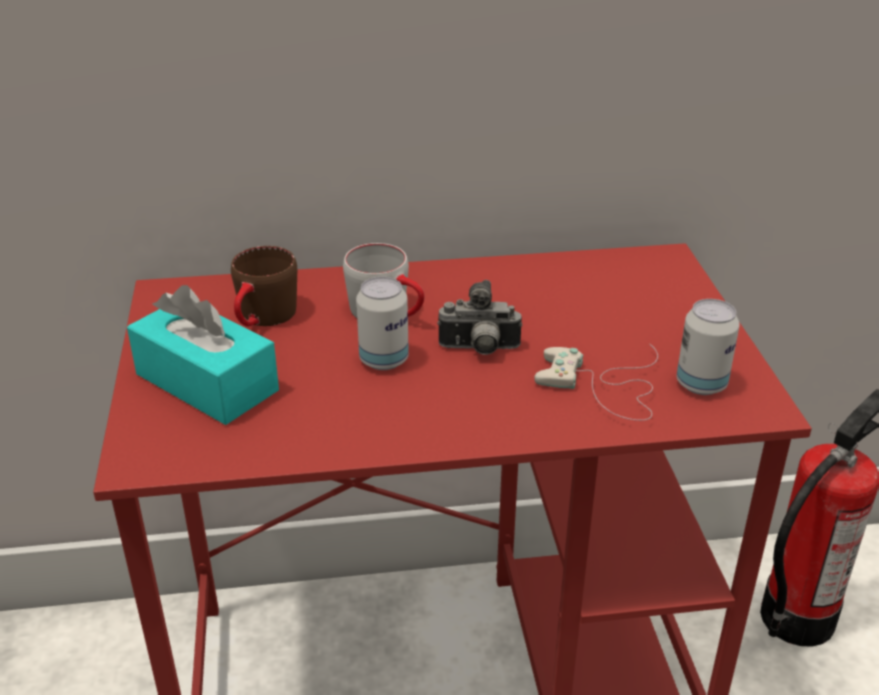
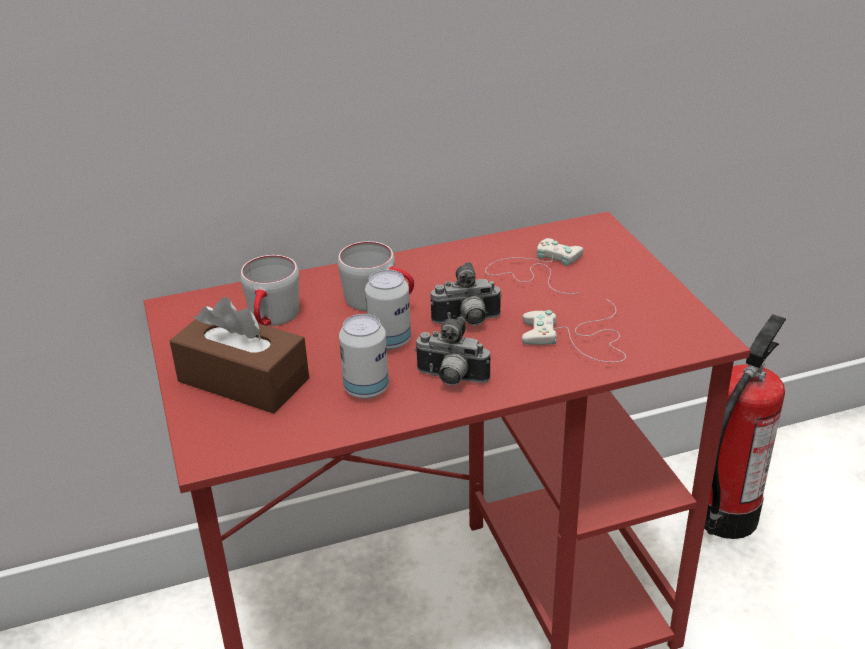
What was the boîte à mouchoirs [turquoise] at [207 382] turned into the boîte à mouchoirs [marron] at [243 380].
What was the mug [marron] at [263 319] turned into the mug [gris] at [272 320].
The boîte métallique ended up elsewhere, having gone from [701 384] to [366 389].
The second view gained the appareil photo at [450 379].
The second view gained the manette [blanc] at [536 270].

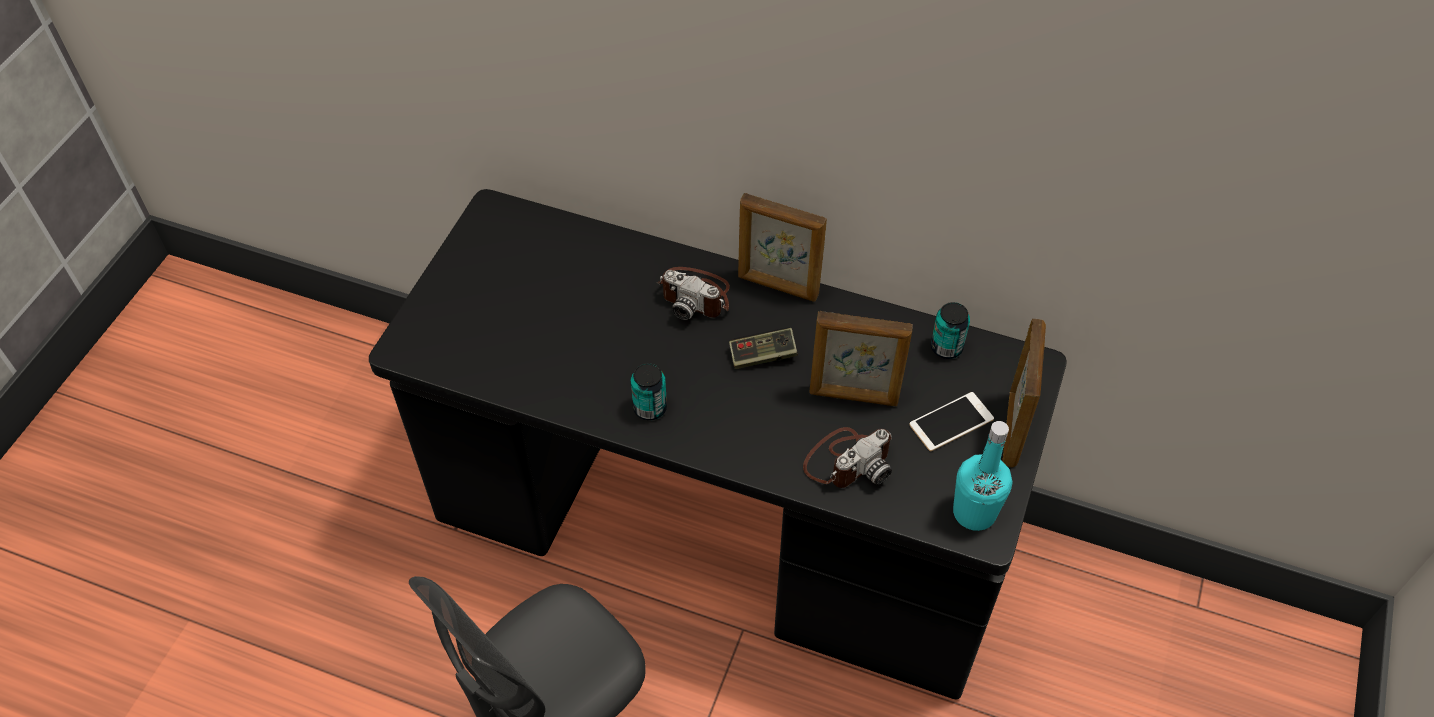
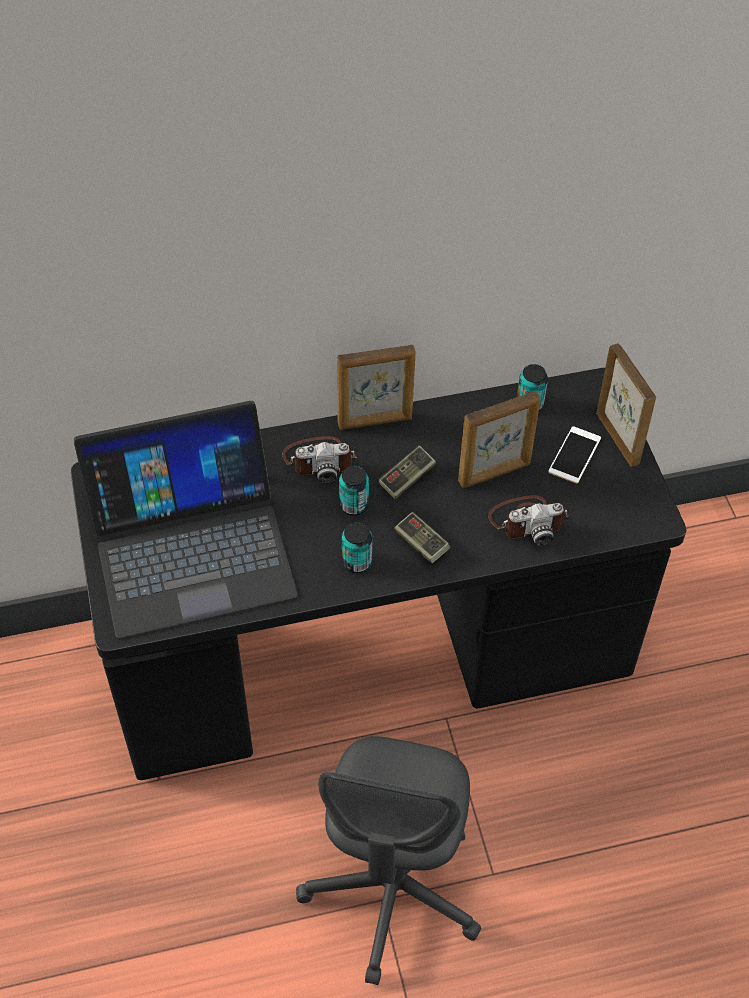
The appareil photo at [848 460] ended up facing another way, 60 degrees clockwise from before.
The second view lost the bouteille [turquoise] at [974 512].
The second view gained the ordinateur portable at [191 548].
The second view gained the boîte métallique at [354 505].
The second view gained the manette at [421 543].

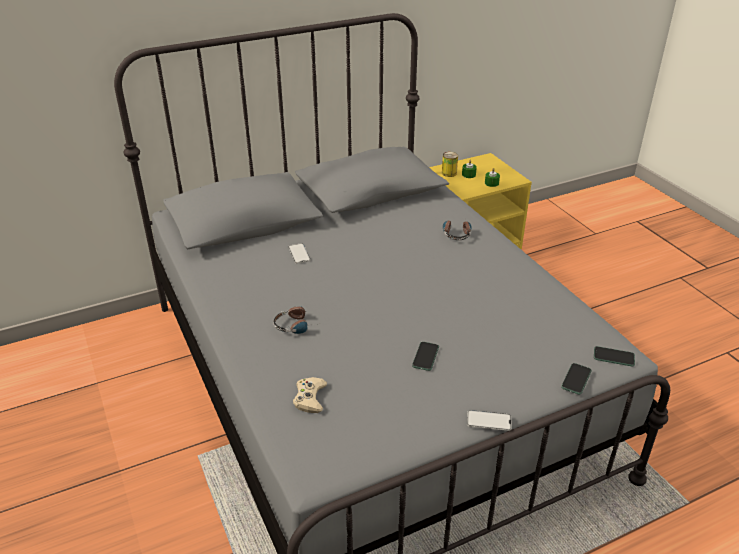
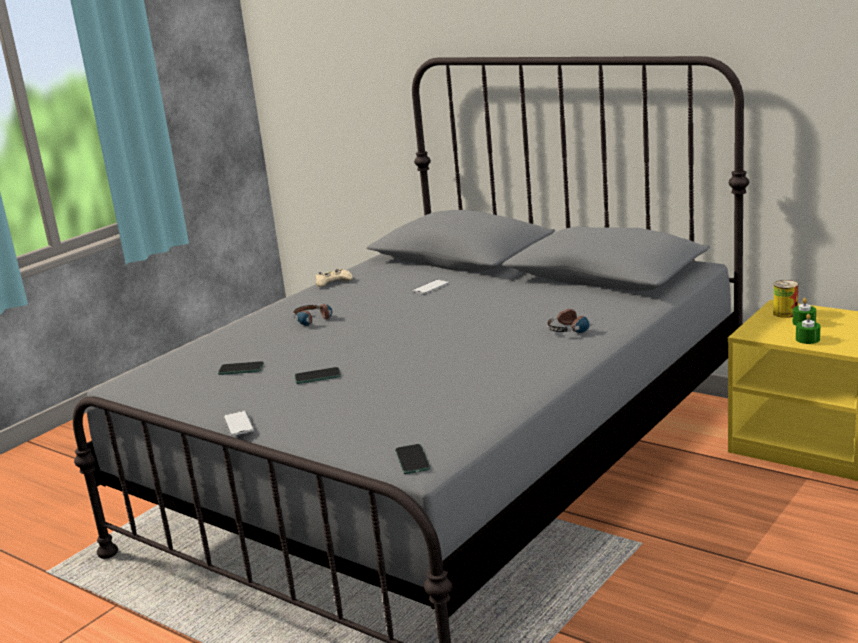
The manette [beige] ended up elsewhere, having gone from [310 398] to [333 282].
The téléphone ended up elsewhere, having gone from [576 379] to [241 369].

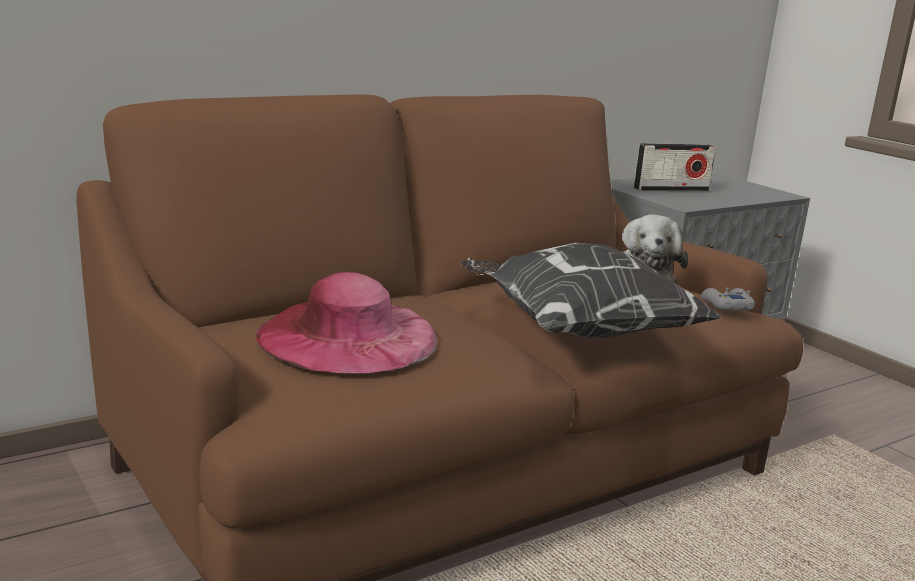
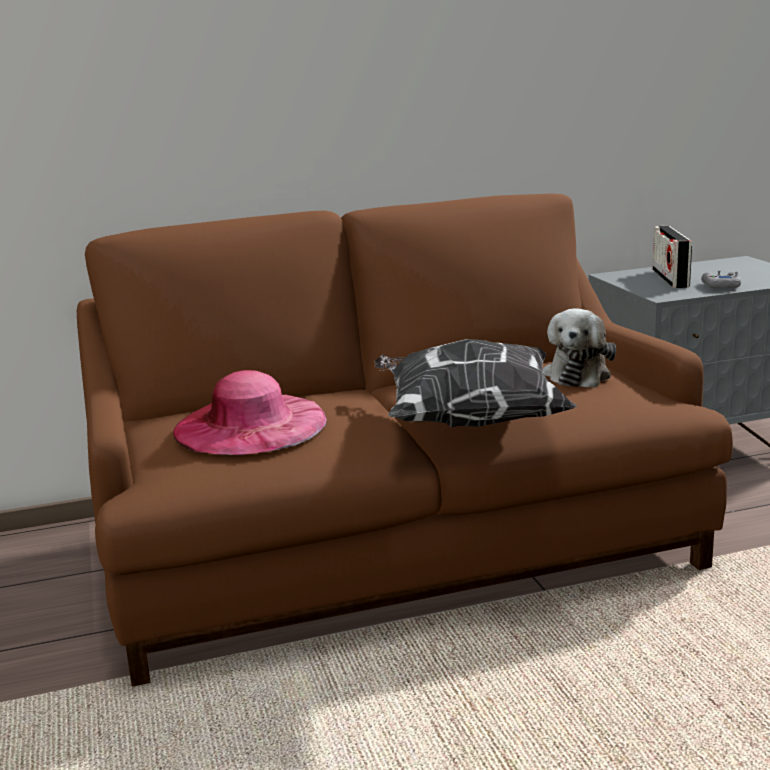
The radio at [671 189] ended up facing another way, 90 degrees clockwise from before.
The manette [gris] ended up elsewhere, having gone from [726 306] to [720 286].

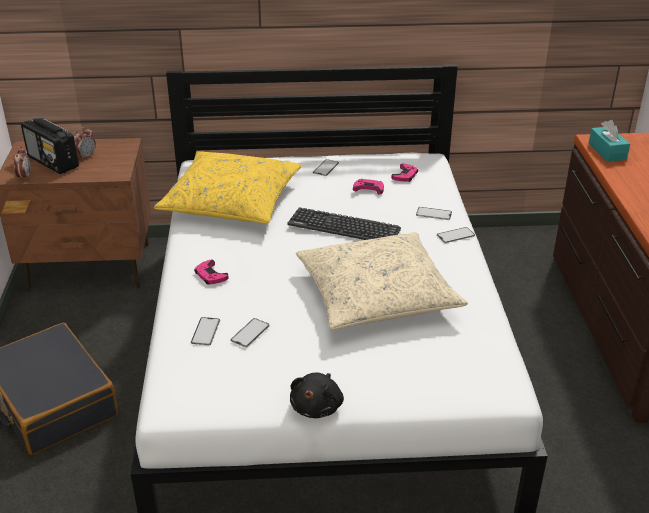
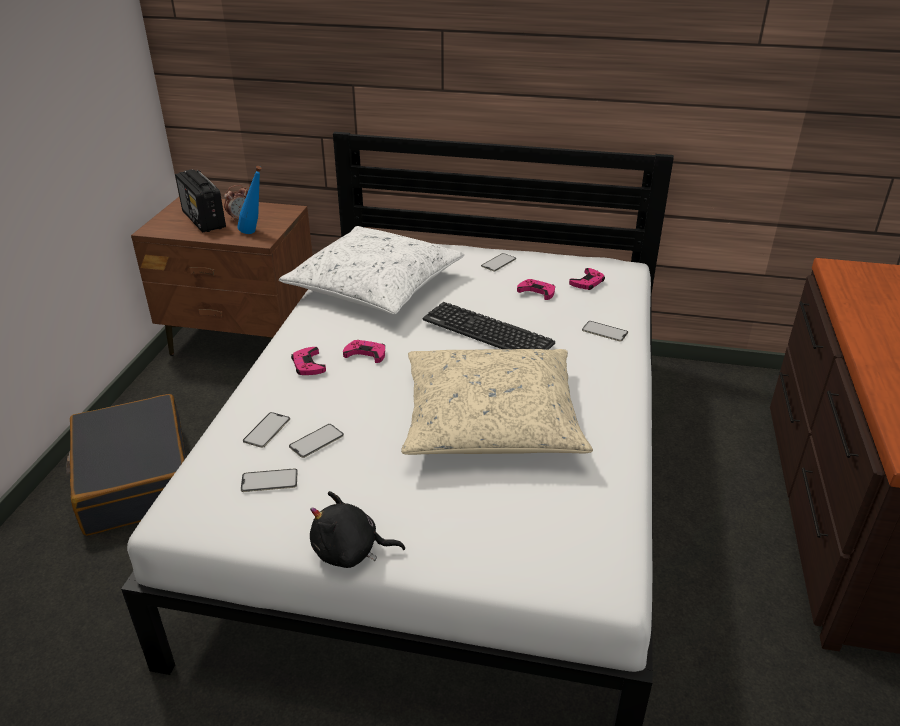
The second view lost the réveil at [24 177].
What was the coussin [jaune] at [231 201] turned into the coussin [blanc] at [375 285].
The peluche [noir] at [317 406] ended up facing another way, 60 degrees clockwise from before.
The téléphone ended up elsewhere, having gone from [455 235] to [269 480].
The second view lost the boîte à mouchoirs [turquoise] at [607 151].
The second view gained the bouteille [bleu] at [255 233].
The second view gained the manette [rose] at [366 354].

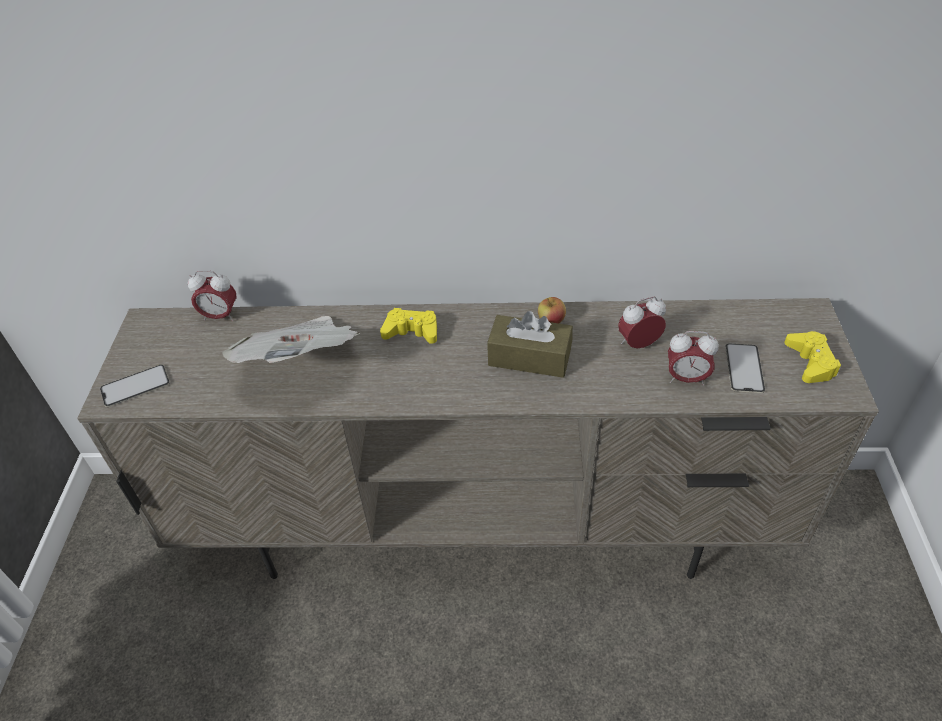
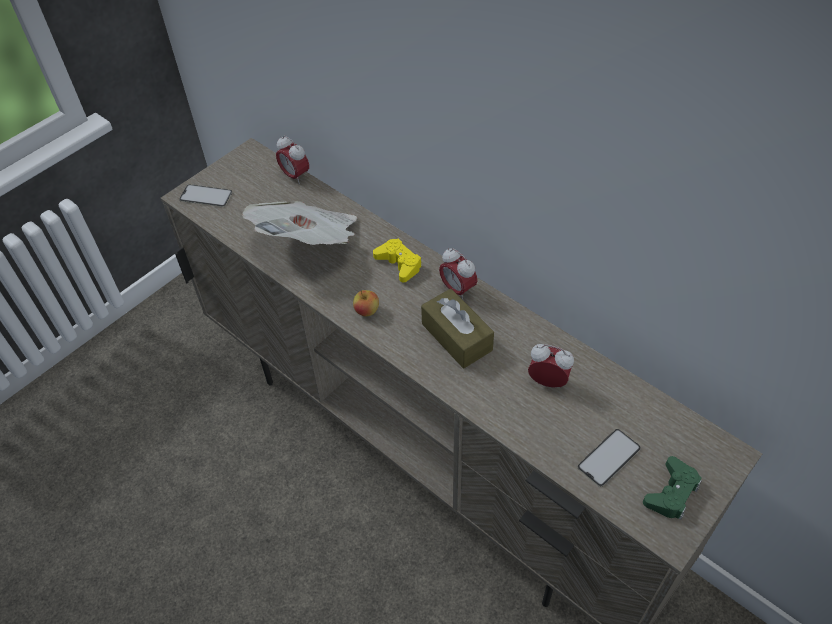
The pomme ended up elsewhere, having gone from [551 321] to [367 311].
The réveil ended up elsewhere, having gone from [686 378] to [457 290].
What was the manette [jaune] at [810 362] turned into the manette [vert] at [672 493].

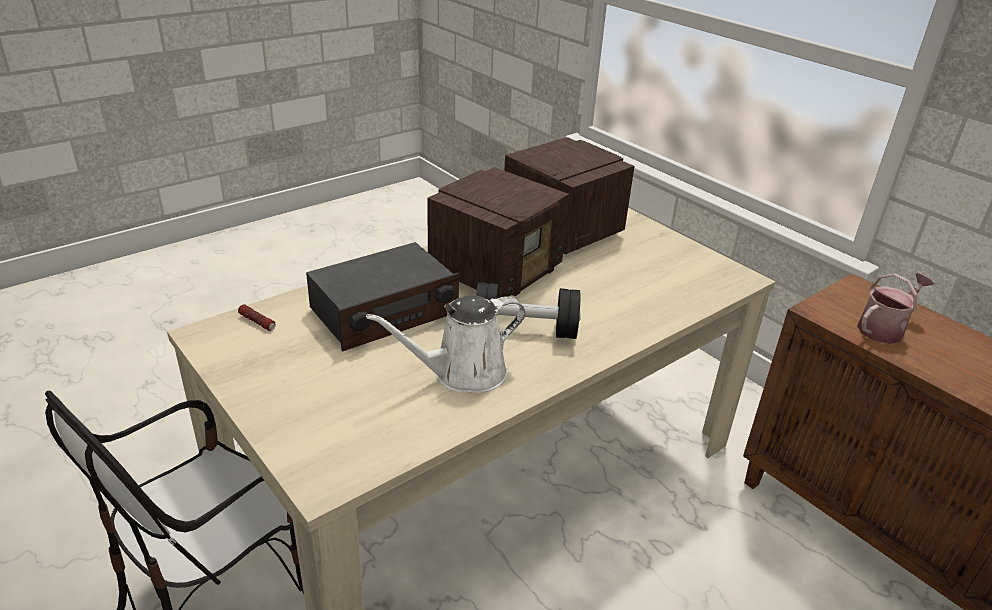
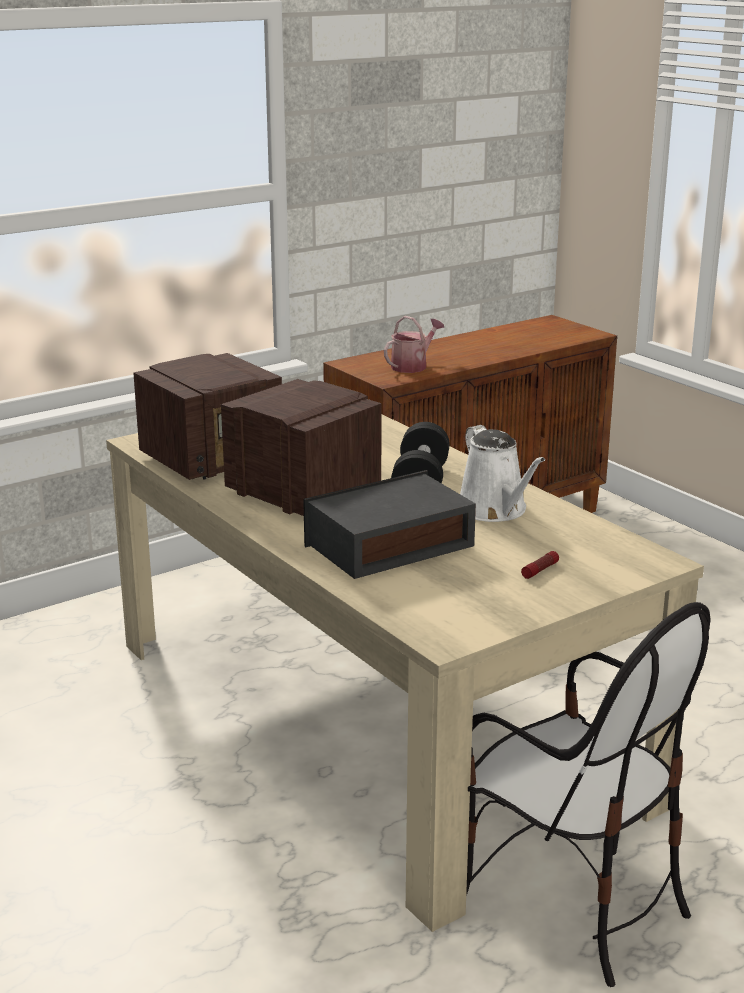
The lampe de poche ended up elsewhere, having gone from [257 322] to [540 570].
The radio at [384 311] ended up facing another way, 90 degrees counterclockwise from before.
The arrosoir at [884 328] ended up facing another way, 75 degrees clockwise from before.

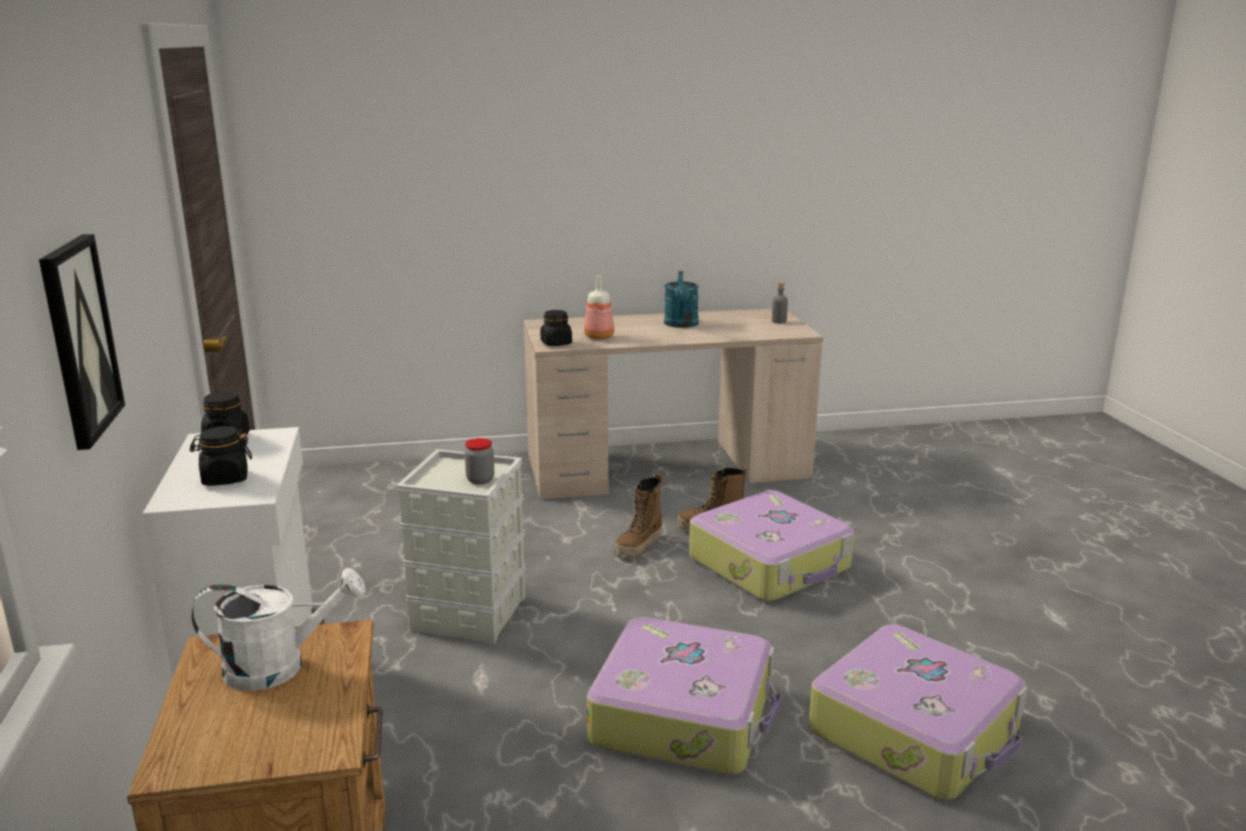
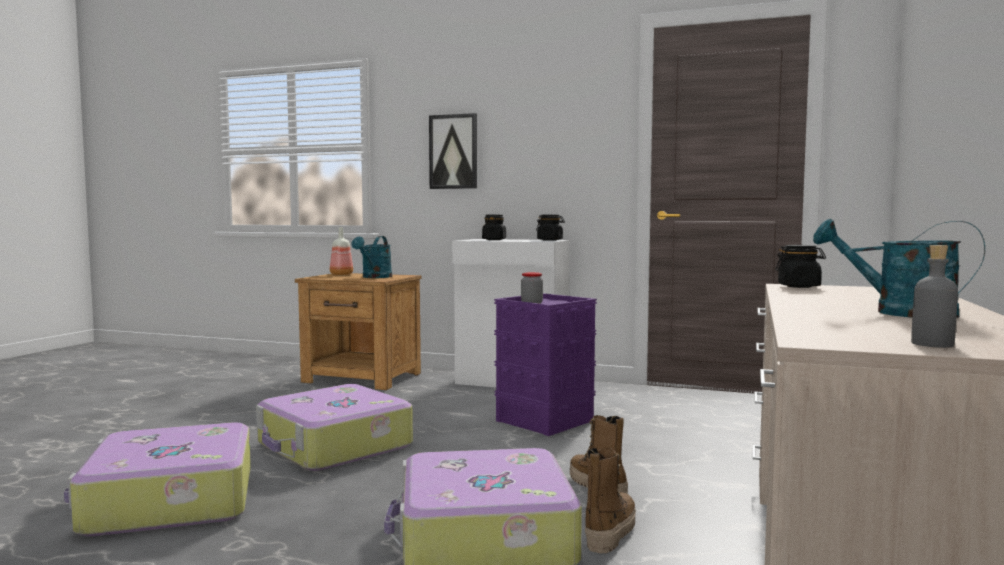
What was the arrosoir [blanc] at [279 666] turned into the arrosoir [turquoise] at [374 277].
What was the boîte de rangement [gris] at [468 613] turned into the boîte de rangement [violet] at [546 421].
The bouteille ended up elsewhere, having gone from [600 337] to [340 274].

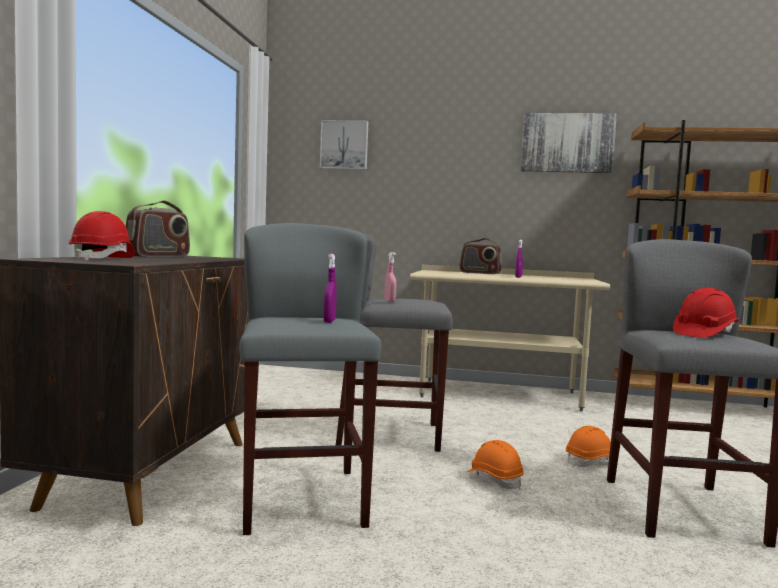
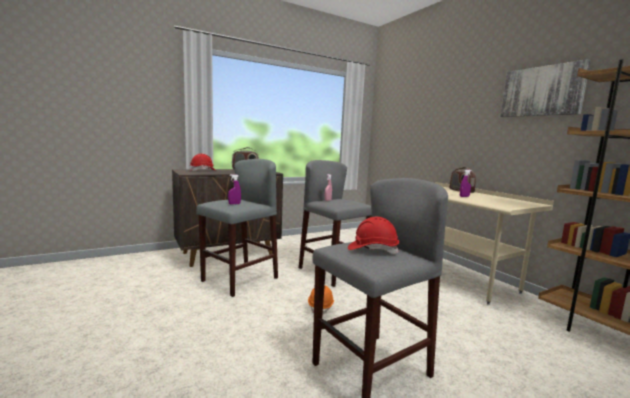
The second view lost the tableau at [344 145].
The second view lost the casque de chantier [orange] at [590 462].

